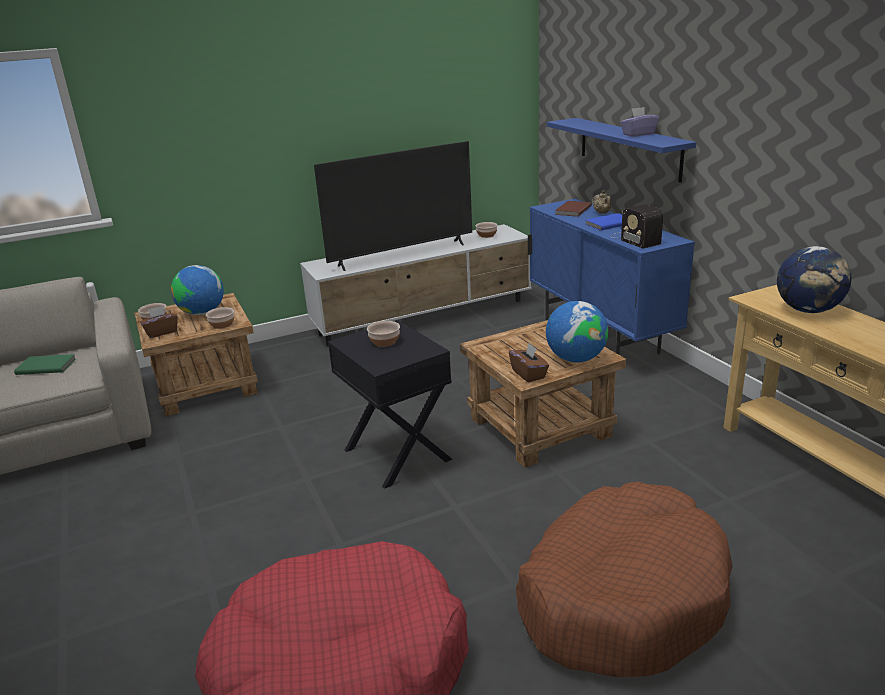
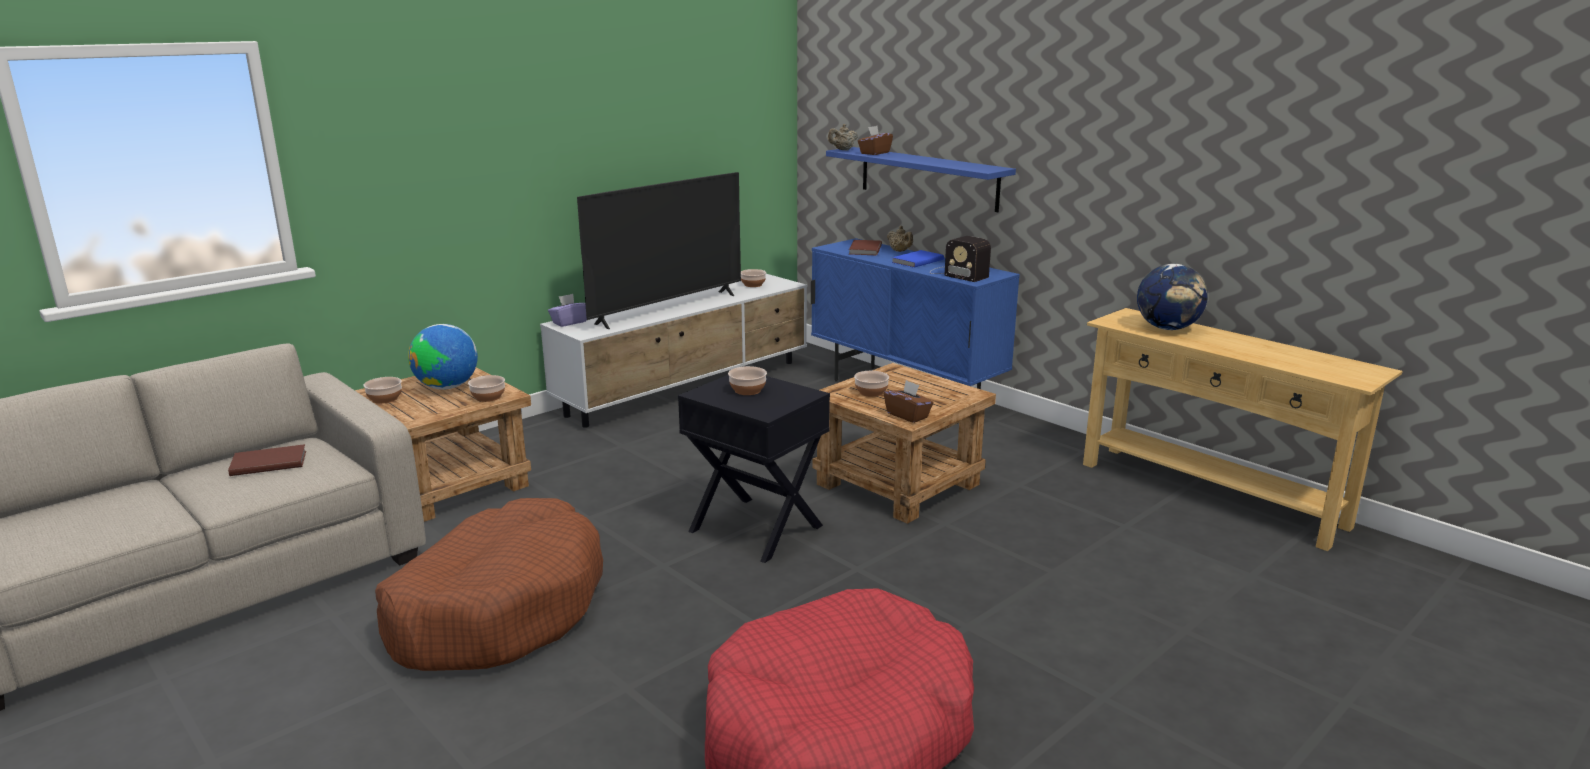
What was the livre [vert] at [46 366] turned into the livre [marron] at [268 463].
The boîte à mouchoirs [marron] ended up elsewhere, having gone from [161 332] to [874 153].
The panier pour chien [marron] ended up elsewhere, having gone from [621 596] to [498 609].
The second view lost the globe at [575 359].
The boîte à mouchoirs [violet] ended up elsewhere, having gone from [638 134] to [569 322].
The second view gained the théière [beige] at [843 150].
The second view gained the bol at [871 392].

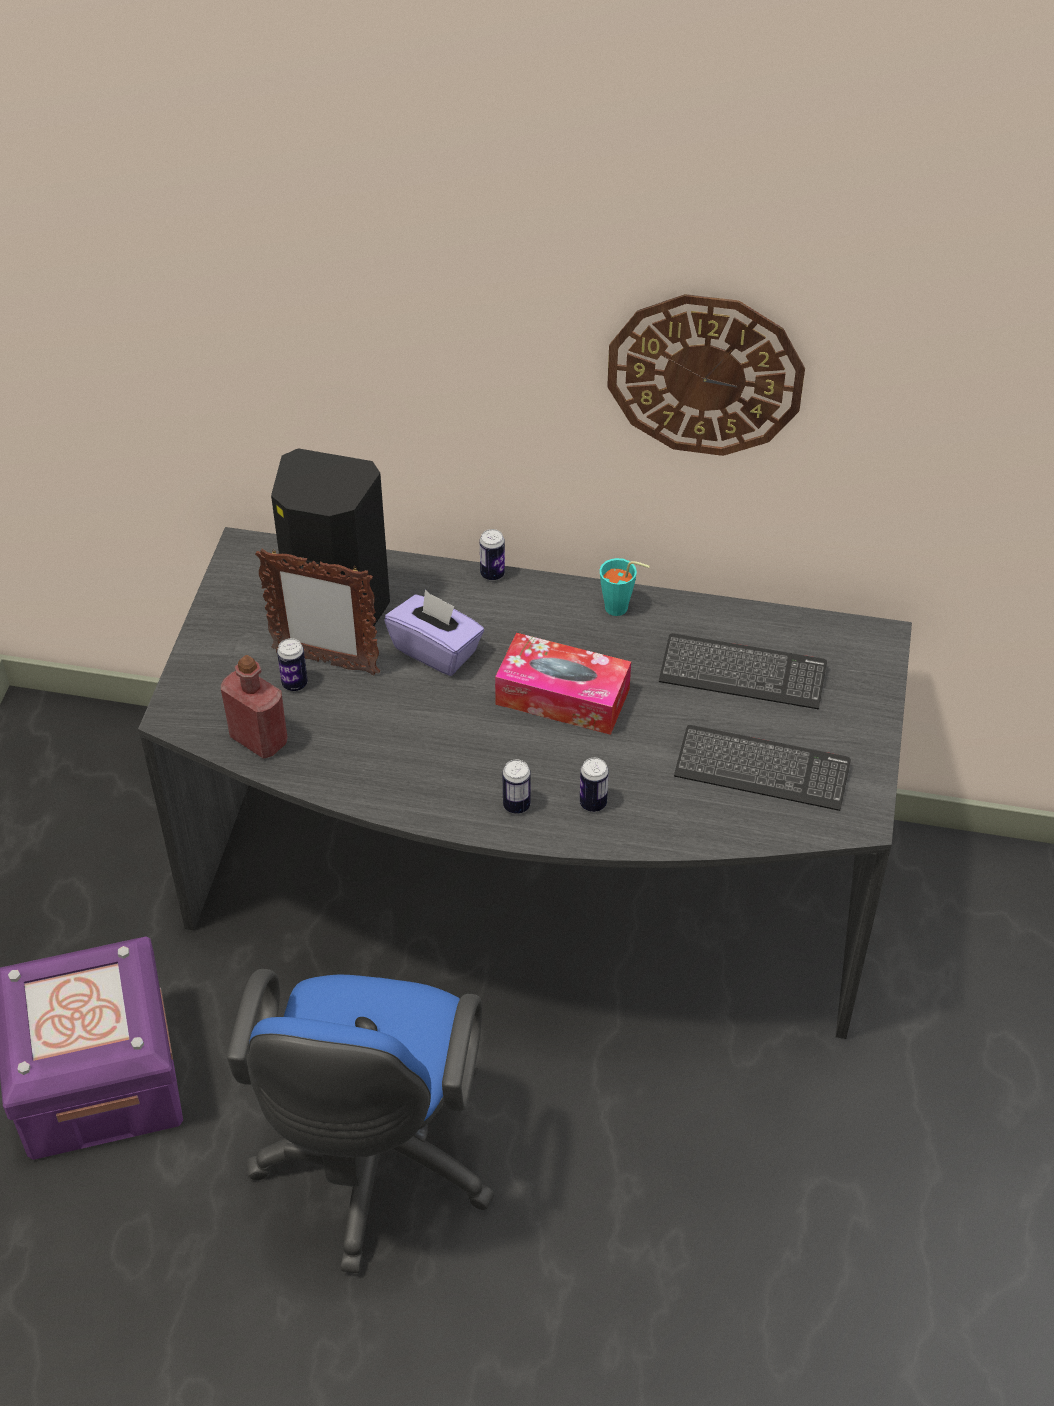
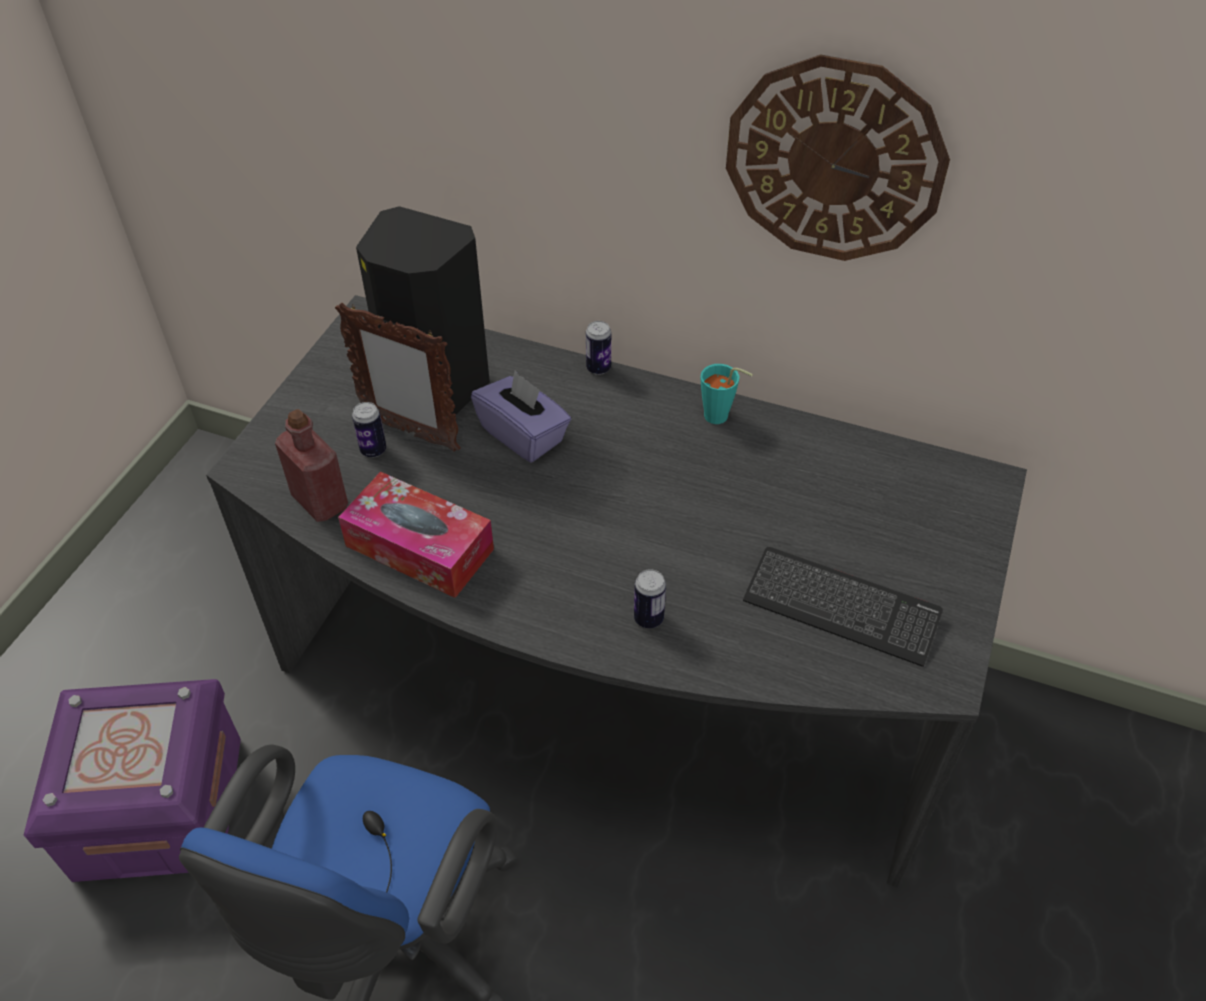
The boîte à mouchoirs ended up elsewhere, having gone from [562 697] to [419 547].
The second view lost the boîte métallique at [516 805].
The second view lost the clavier at [742 674].

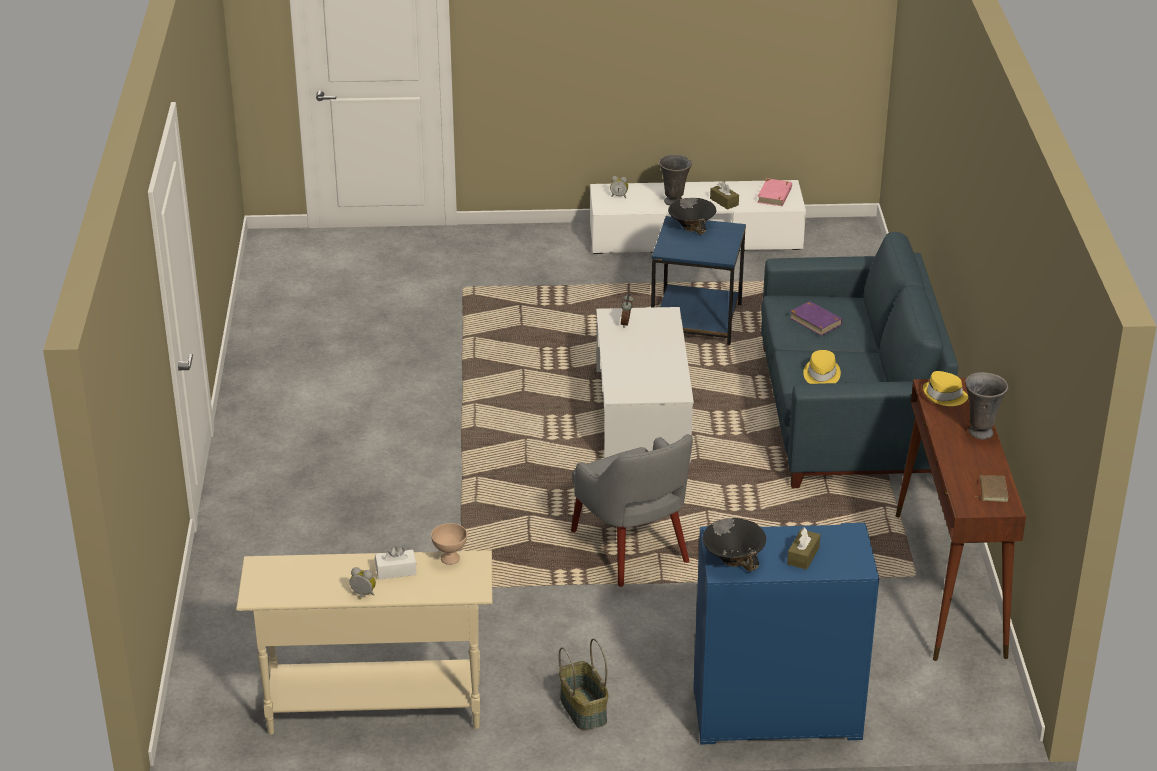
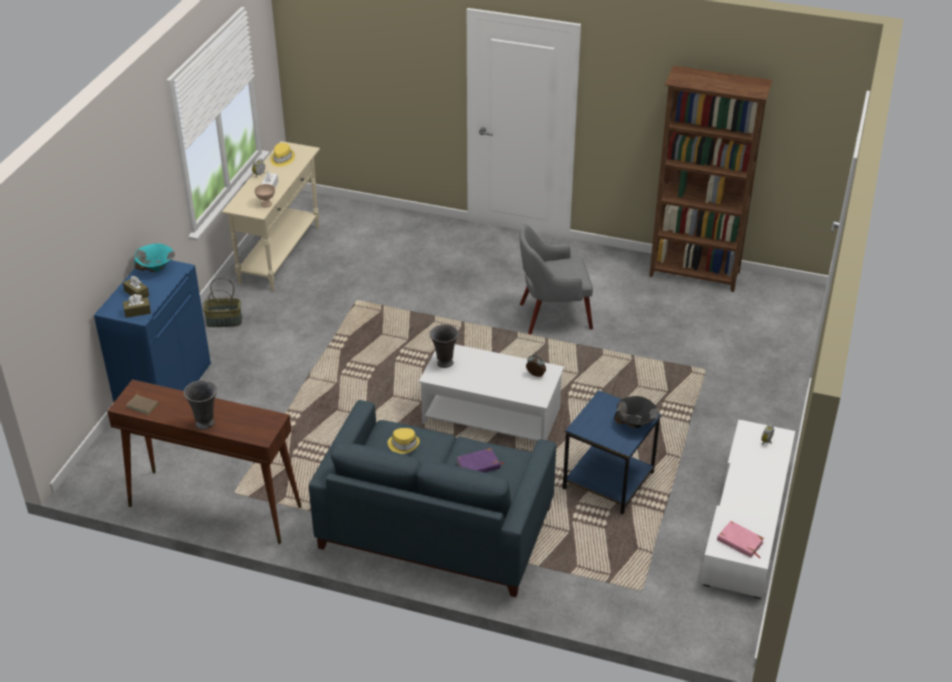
The fauteuil [gris] ended up elsewhere, having gone from [631 549] to [553 316].
The vase [gris] ended up elsewhere, having gone from [674 202] to [444 363].
What was the bol [noir] at [733 559] turned into the bol [turquoise] at [156 268].
The boîte à mouchoirs [marron] ended up elsewhere, having gone from [724 202] to [137 311].
The chapeau [jaune] ended up elsewhere, having gone from [944 396] to [282 159].
The second view gained the bibliothèque [marron] at [695 275].

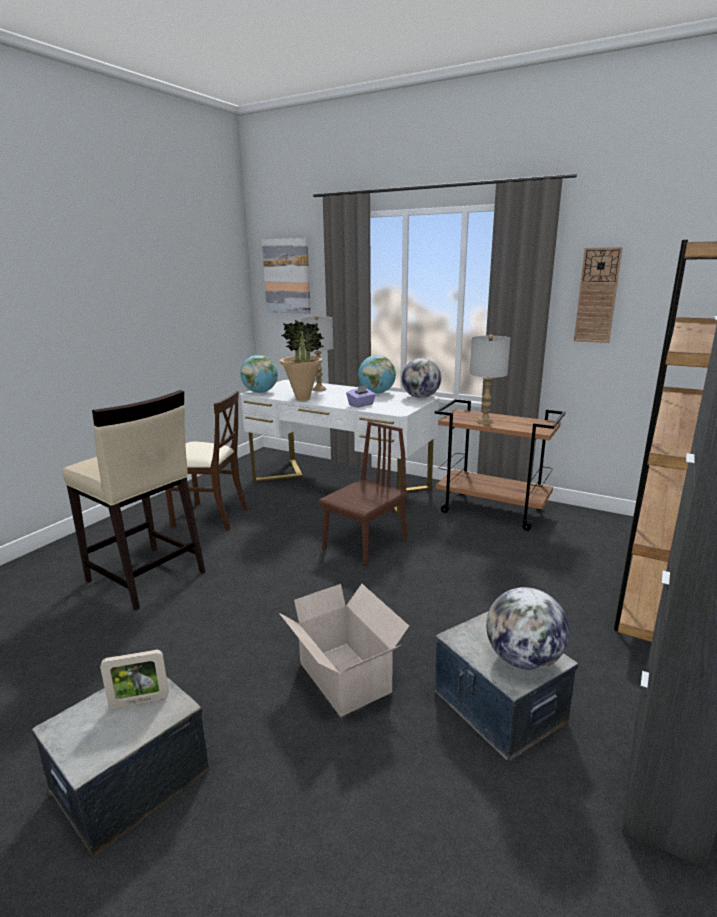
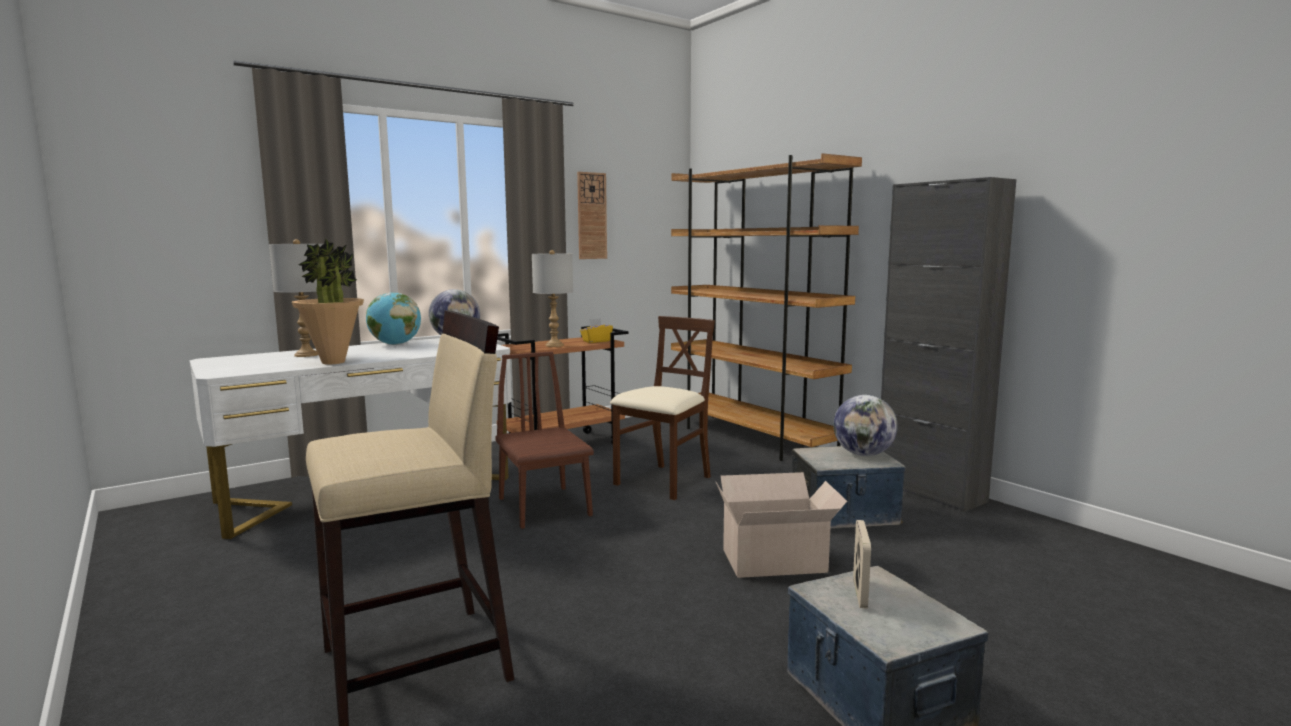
The chaise [beige] ended up elsewhere, having gone from [209 517] to [664 481].
The second view lost the globe at [260 392].
The second view lost the tableau at [287 276].
The second view lost the boîte à mouchoirs [violet] at [361 405].
The second view gained the boîte à mouchoirs [jaune] at [596 341].

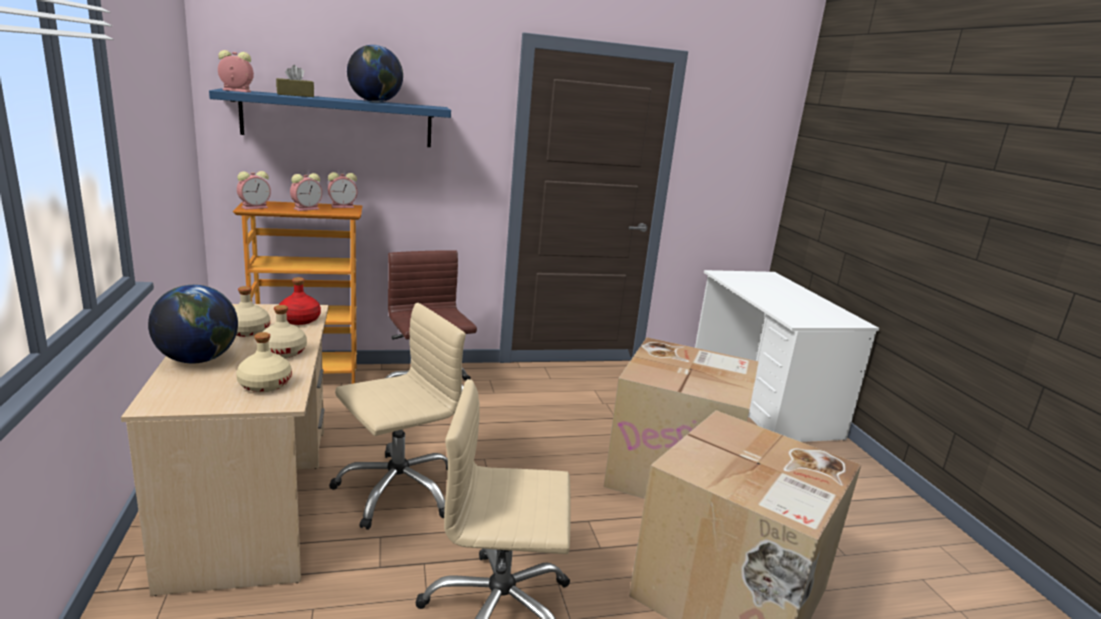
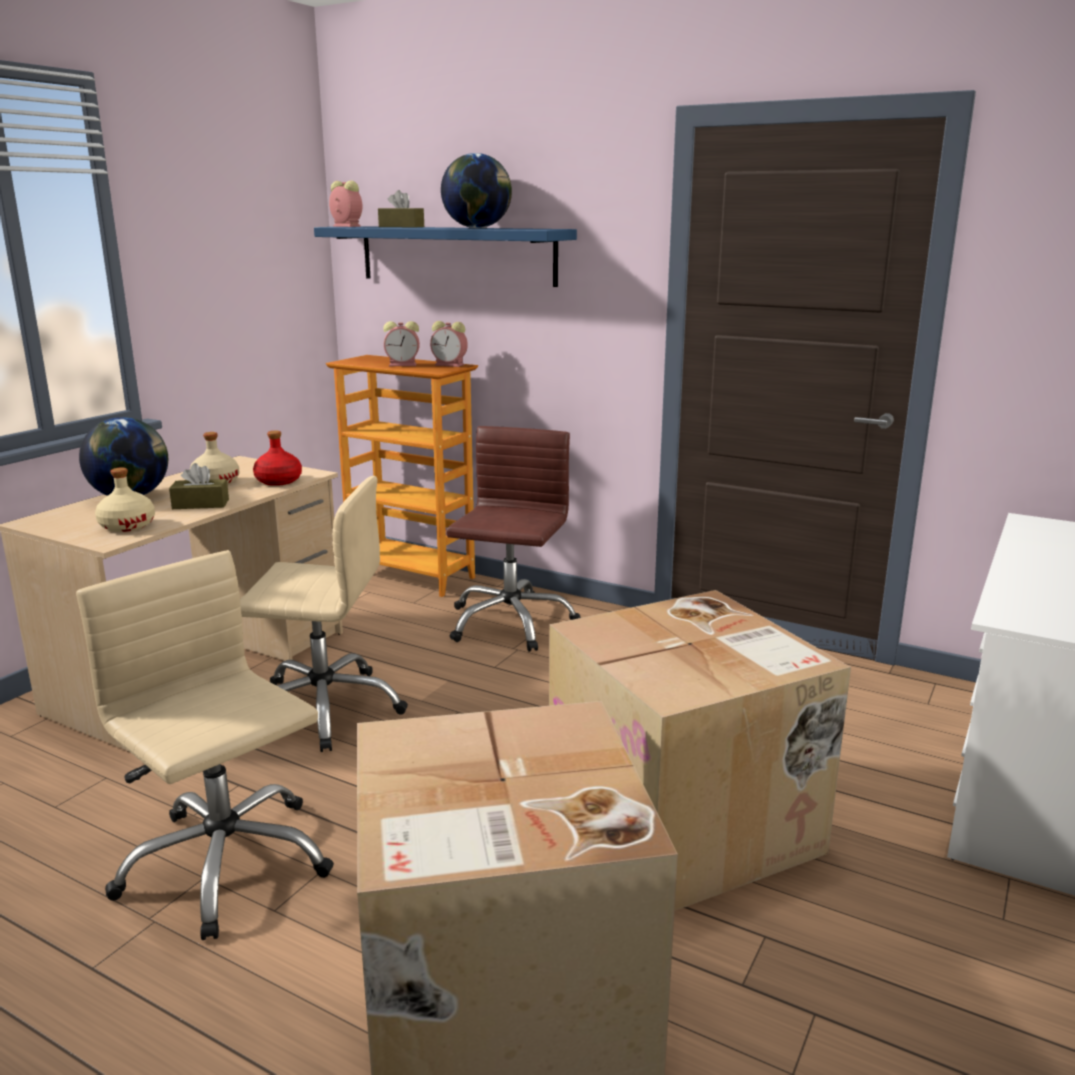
The second view lost the réveil at [255 207].
Where the bouteille [beige] stood at [283 352], the boîte à mouchoirs [marron] came to stand at [200 504].

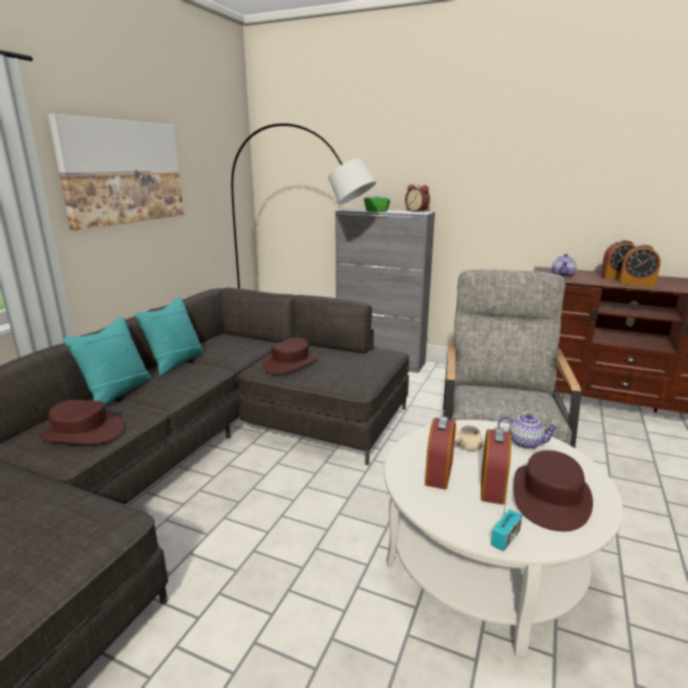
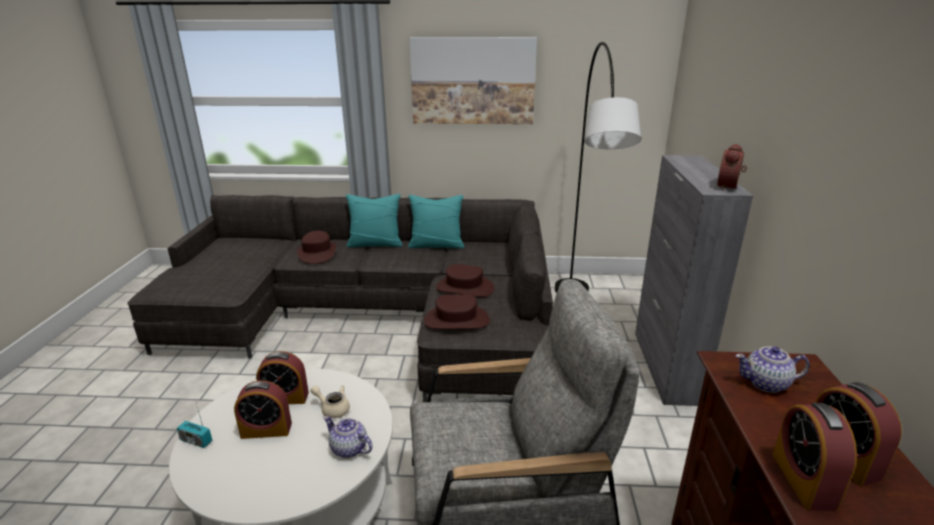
The second view lost the boîte à mouchoirs [vert] at [377 211].
The théière at [524 442] ended up facing another way, 120 degrees clockwise from before.
The chapeau [marron] ended up elsewhere, having gone from [550 497] to [456 320].

